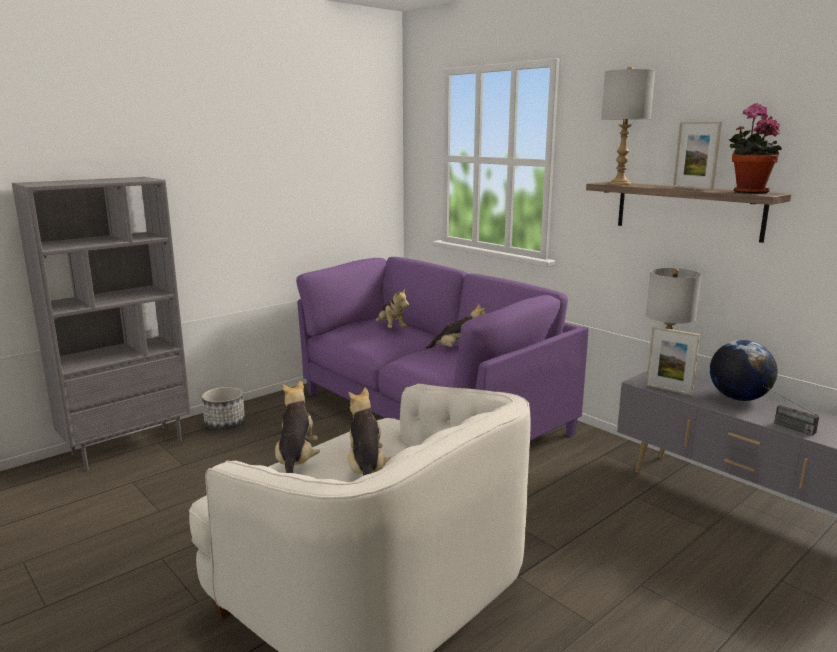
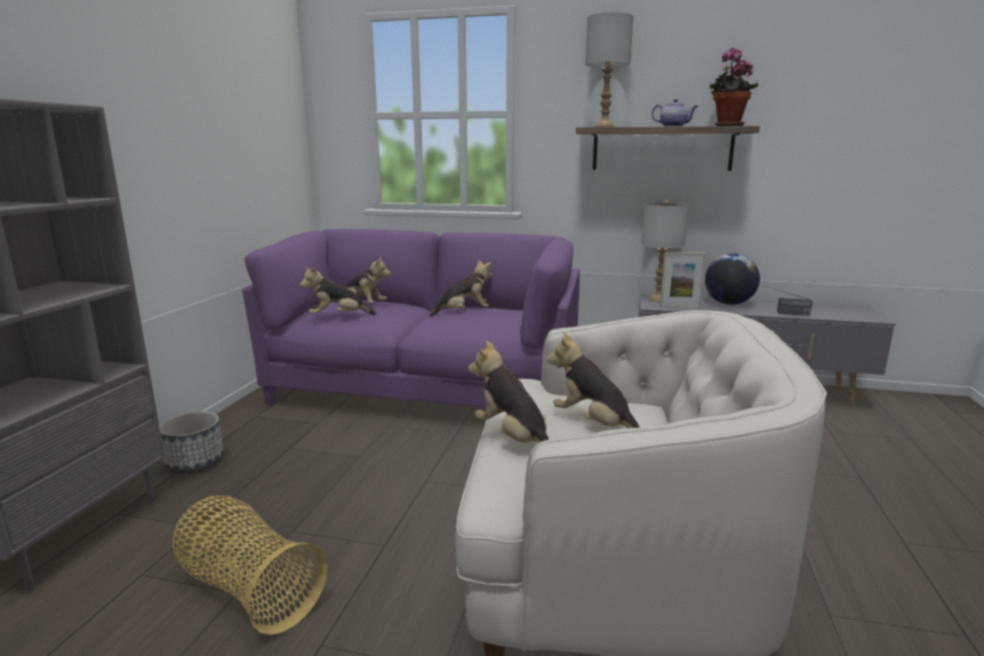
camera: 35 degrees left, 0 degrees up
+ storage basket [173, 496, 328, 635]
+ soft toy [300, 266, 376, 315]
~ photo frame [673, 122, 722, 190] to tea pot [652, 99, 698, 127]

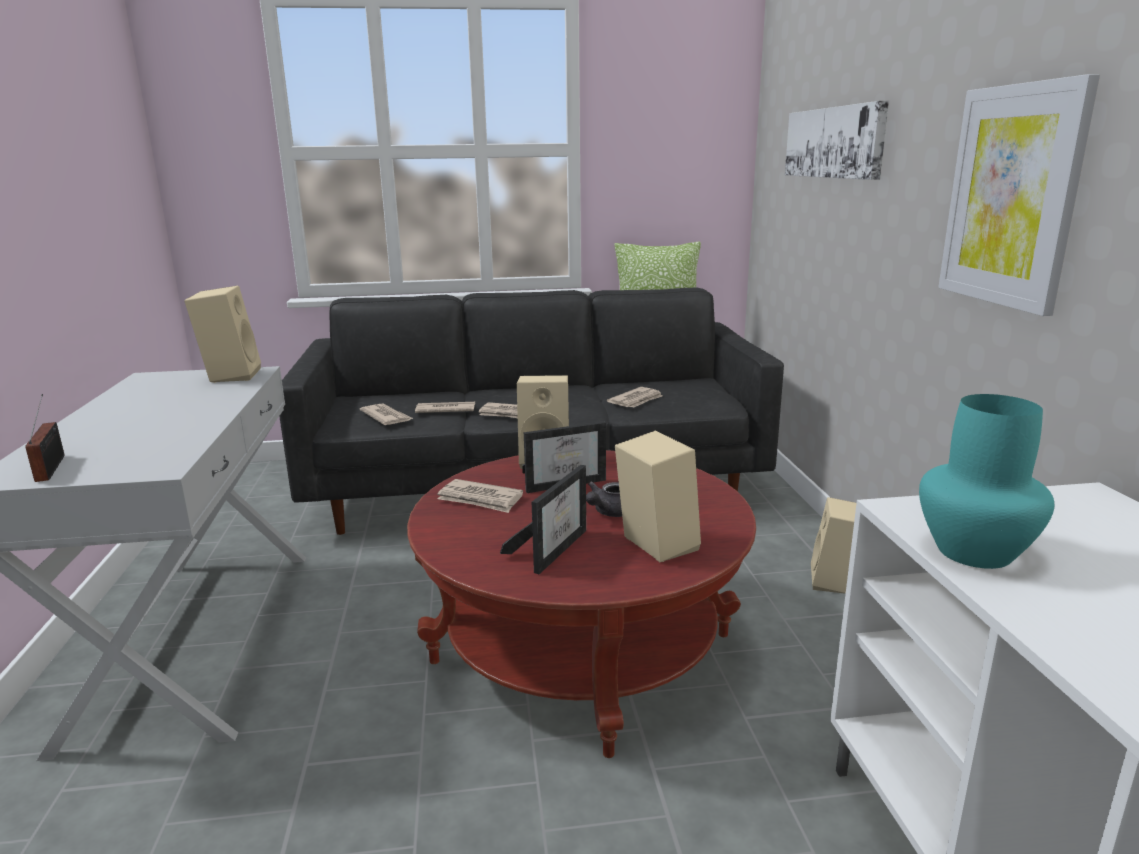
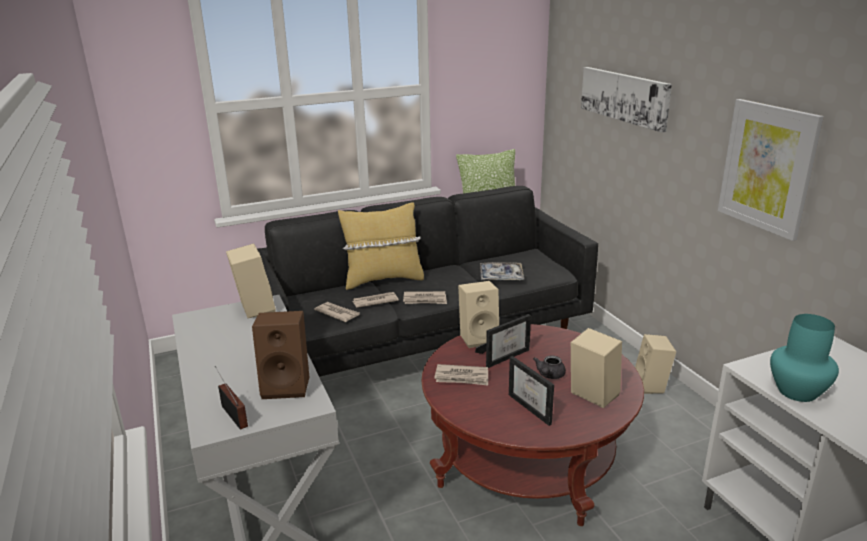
camera: 15 degrees left, 5 degrees up
+ brown-coloured audio speaker [252, 311, 309, 399]
+ yellowish cushion [338, 202, 424, 290]
~ newspaper [607, 387, 662, 407] to serving tray [480, 262, 524, 281]
~ photo frame [500, 465, 586, 574] = [509, 356, 554, 426] 135 degrees clockwise

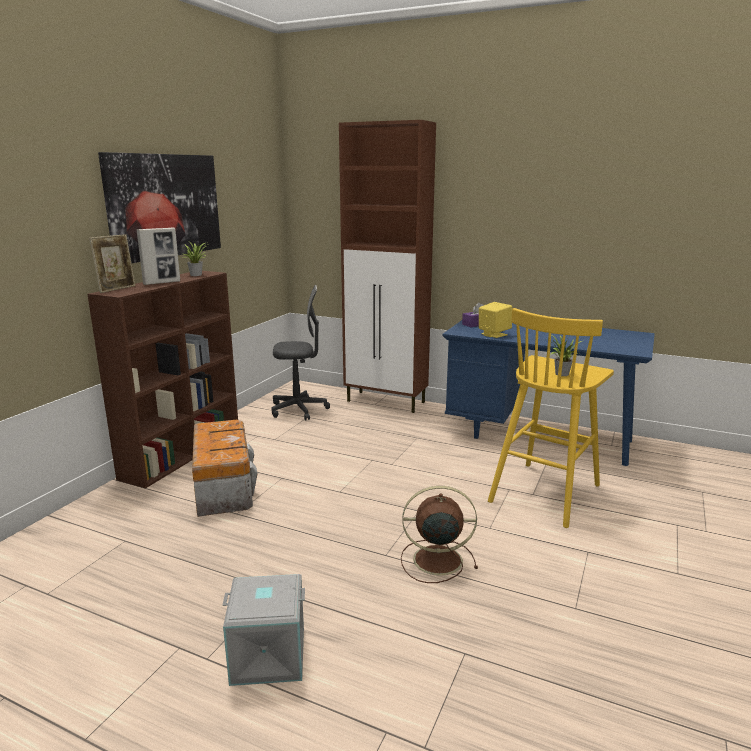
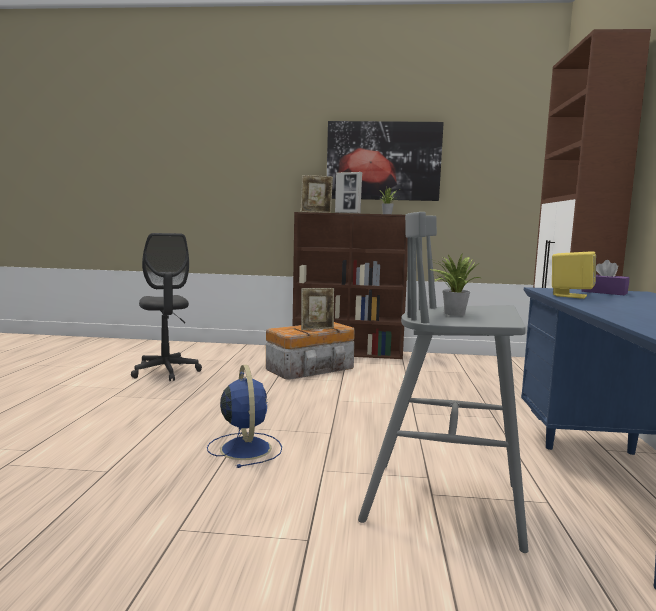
camera: 70 degrees right, 10 degrees down
~ gray office chair [272, 285, 330, 421] to [131, 233, 202, 381]
~ brown-coloured fan [401, 486, 478, 583] to blue-coloured fan [207, 365, 282, 468]
+ photo frame [301, 288, 334, 330]
~ yellowish stool [488, 308, 614, 528] to gray stool [358, 212, 528, 553]
- gray storage container [222, 574, 305, 686]

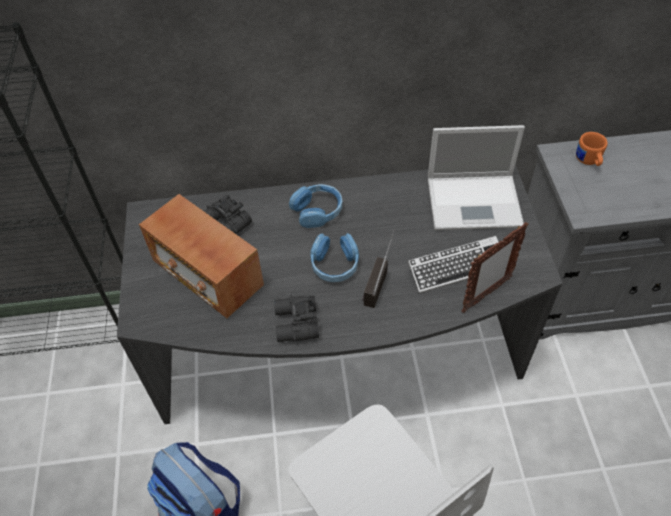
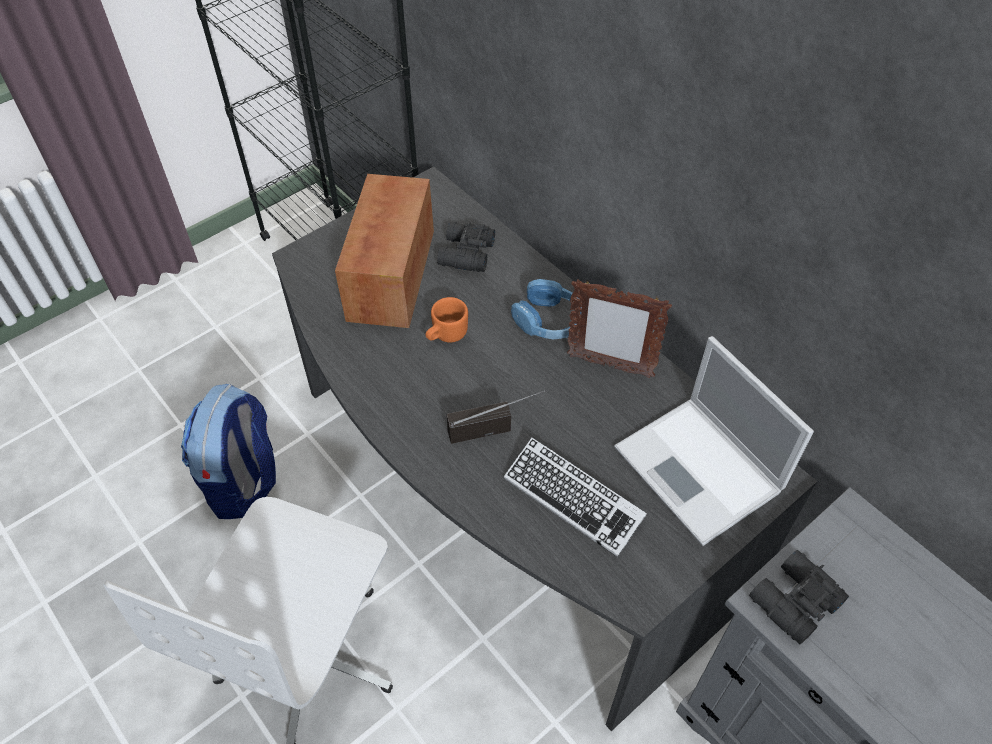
camera: 55 degrees right, 0 degrees up
~ orange mug [576, 132, 607, 166] to [425, 297, 468, 343]
~ photo frame [462, 222, 528, 313] to [567, 279, 672, 378]
~ blackish pair of binoculars [274, 294, 319, 342] to [749, 550, 849, 644]
- blue-coloured pair of headphones [310, 233, 359, 282]

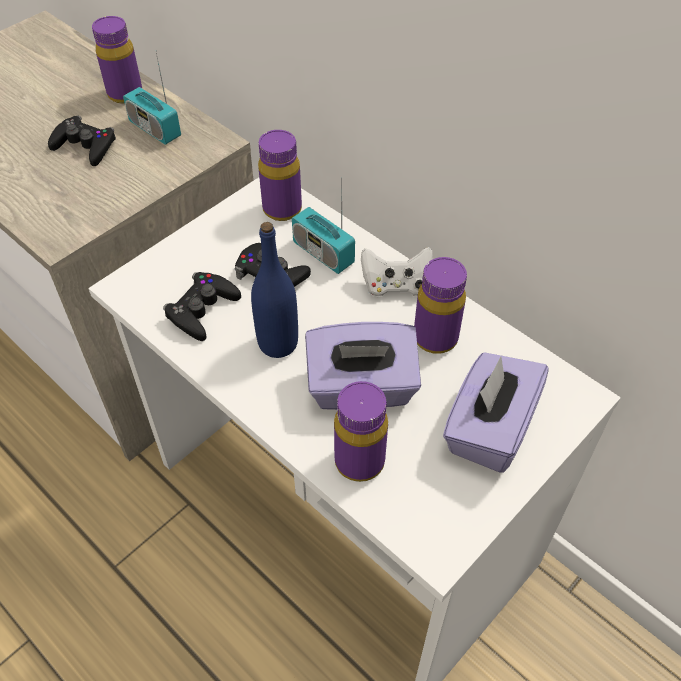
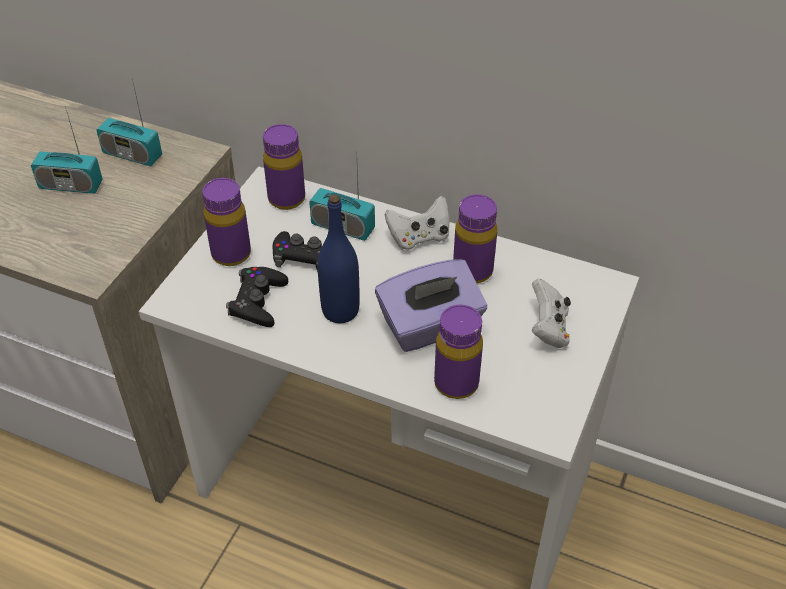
camera: 20 degrees left, 5 degrees down
~ blackish game controller [48, 115, 116, 166] to radio receiver [31, 106, 103, 194]
~ purplish bottle [92, 16, 142, 104] to [202, 178, 251, 266]
~ purplish tissue holder [443, 352, 549, 473] to white game controller [532, 279, 571, 348]

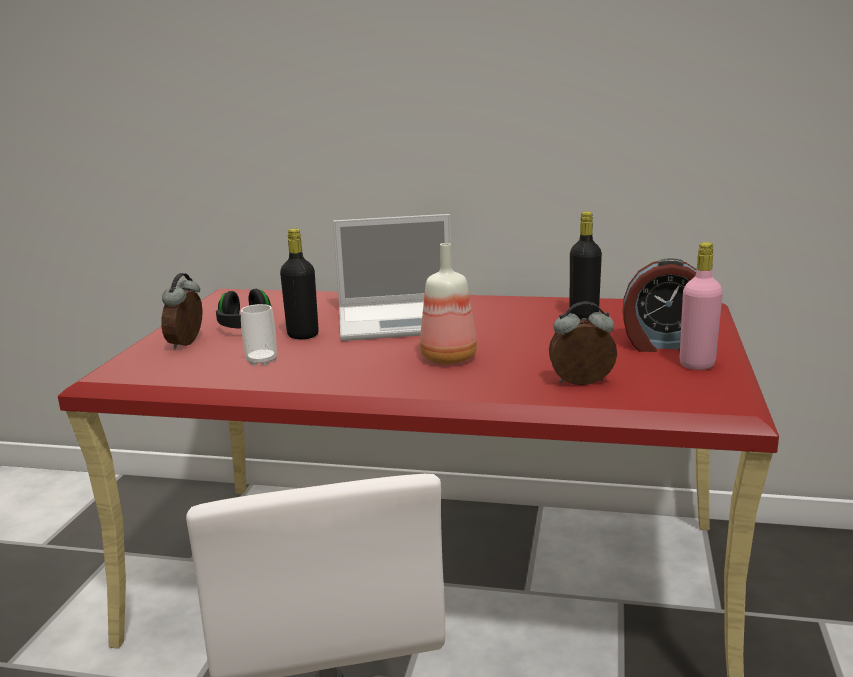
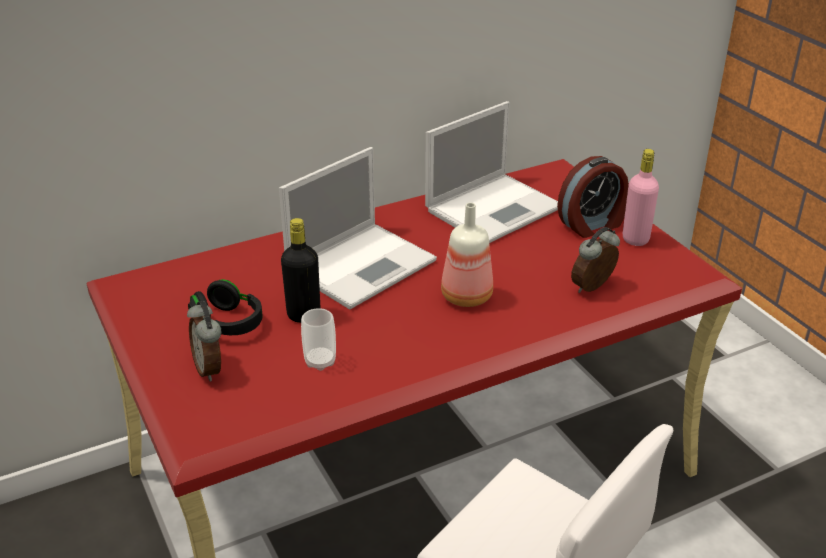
camera: 40 degrees left, 15 degrees up
~ blackish bottle [570, 211, 602, 319] to laptop [425, 101, 558, 243]

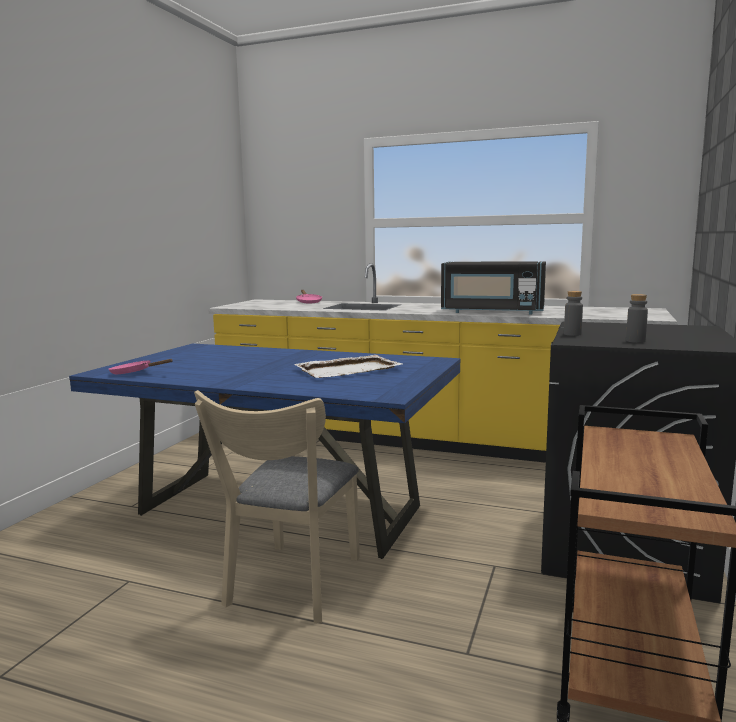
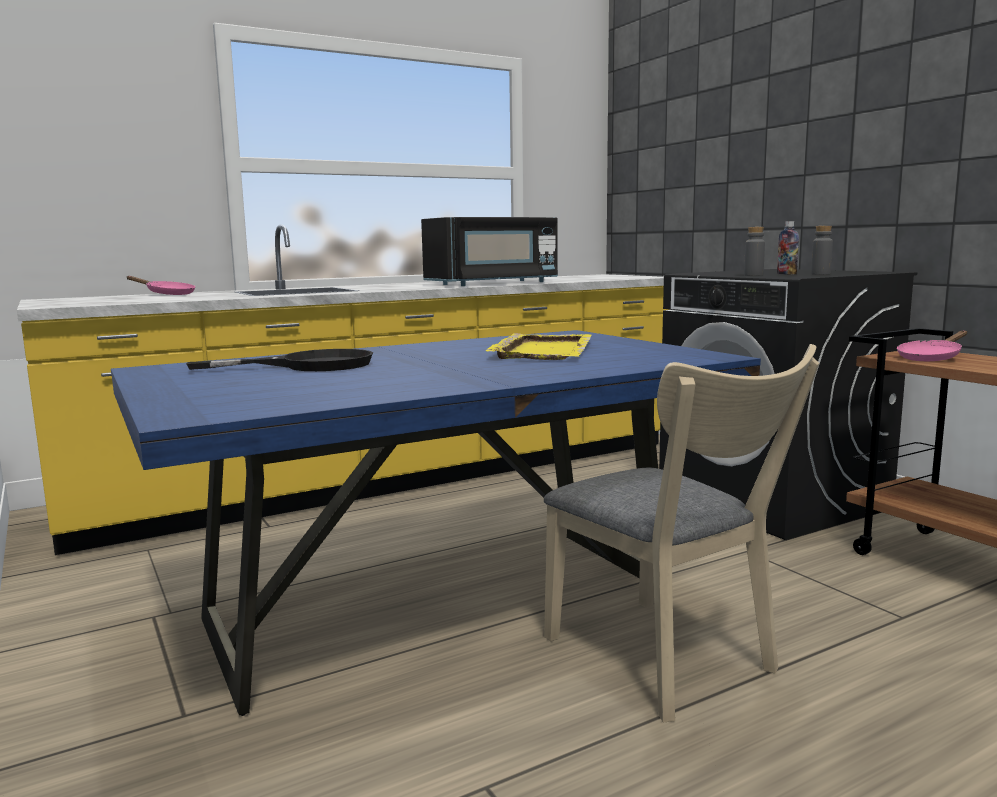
camera: 50 degrees left, 0 degrees up
+ blackish pan [186, 349, 373, 371]
~ white serving tray [294, 355, 403, 378] to yellowish serving tray [486, 333, 591, 360]
+ bottle [777, 221, 799, 275]
~ pinkish pan [109, 359, 173, 374] to [897, 331, 967, 361]

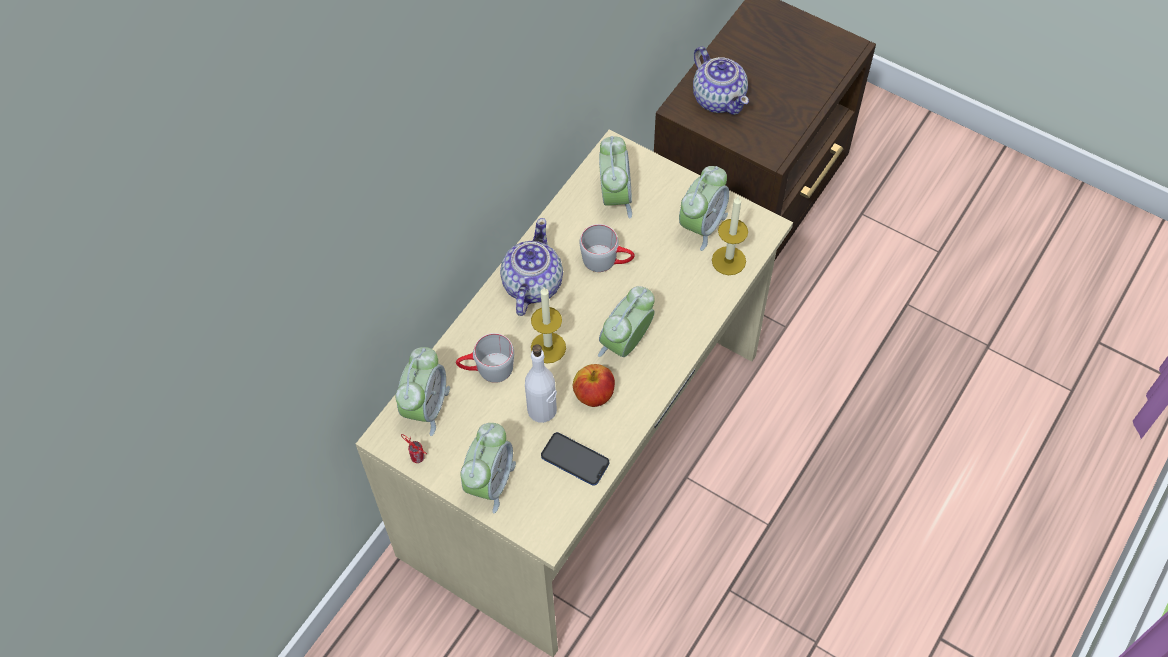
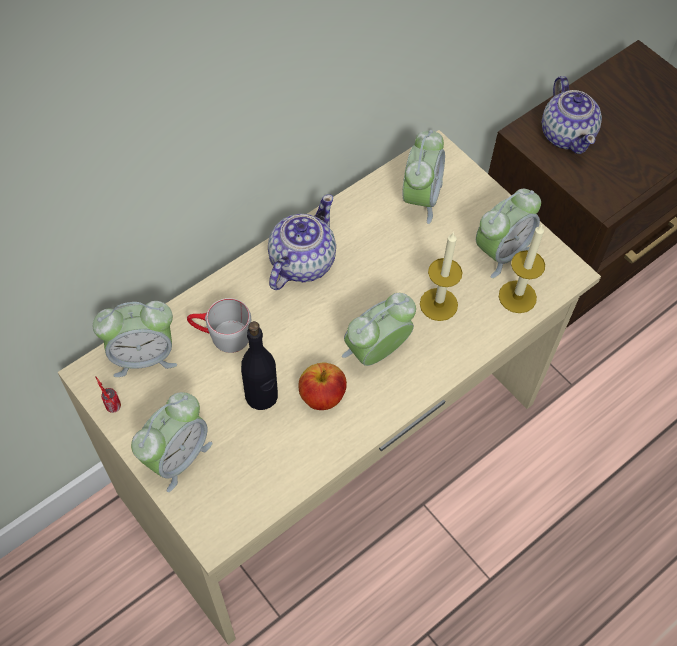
camera: 15 degrees right, 0 degrees up
~ alarm clock [396, 347, 450, 436] = [93, 301, 177, 377] 45 degrees clockwise
~ white bottle [525, 344, 557, 423] to blackish bottle [241, 321, 278, 410]
~ candle [531, 287, 566, 363] to [420, 232, 463, 321]
- phone [541, 432, 609, 486]
- gray mug [579, 224, 635, 272]

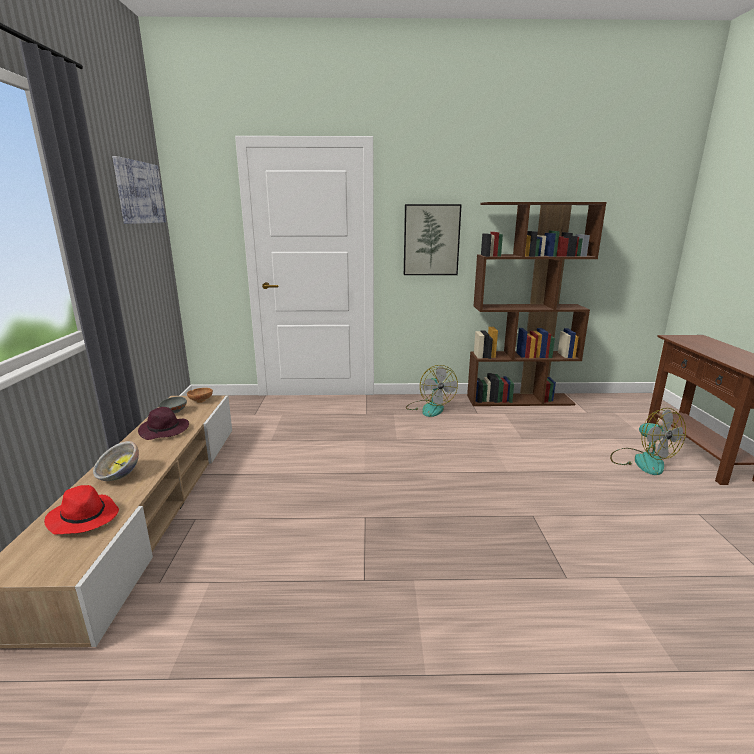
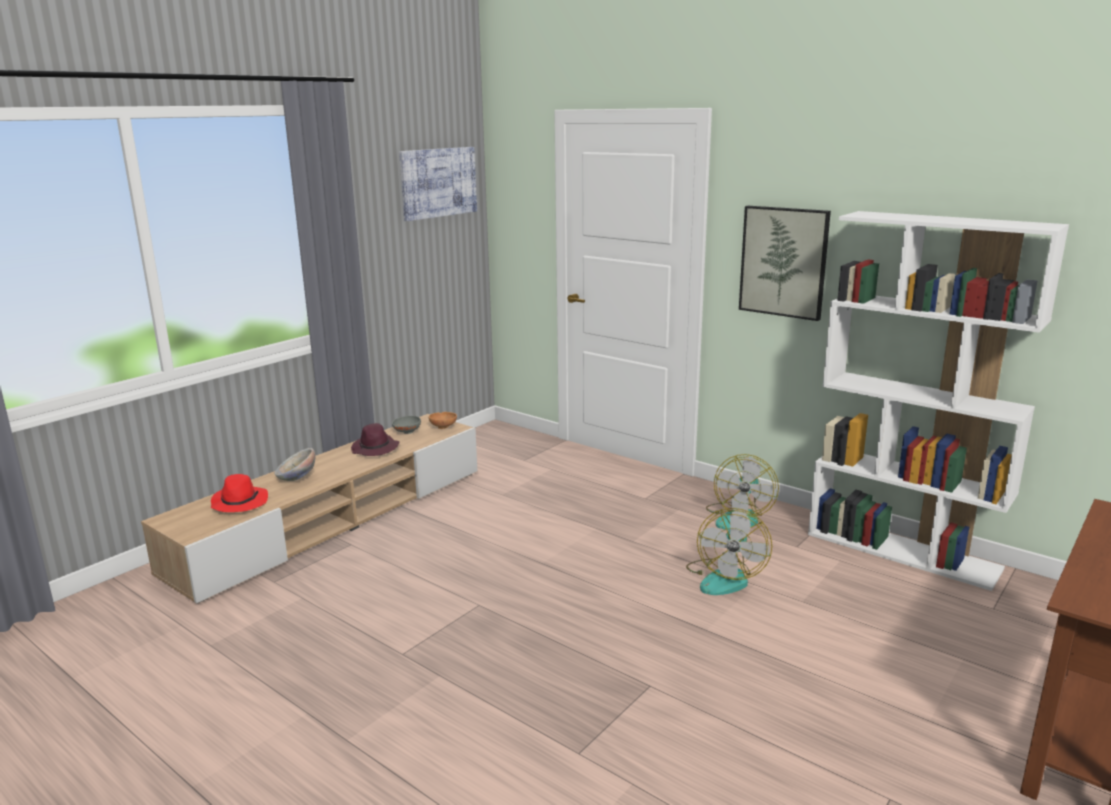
camera: 40 degrees right, 0 degrees up
~ fan [610, 408, 686, 475] to [686, 508, 772, 595]
~ brown-coloured bookshelf [467, 202, 607, 406] to white bookshelf [808, 211, 1069, 591]

